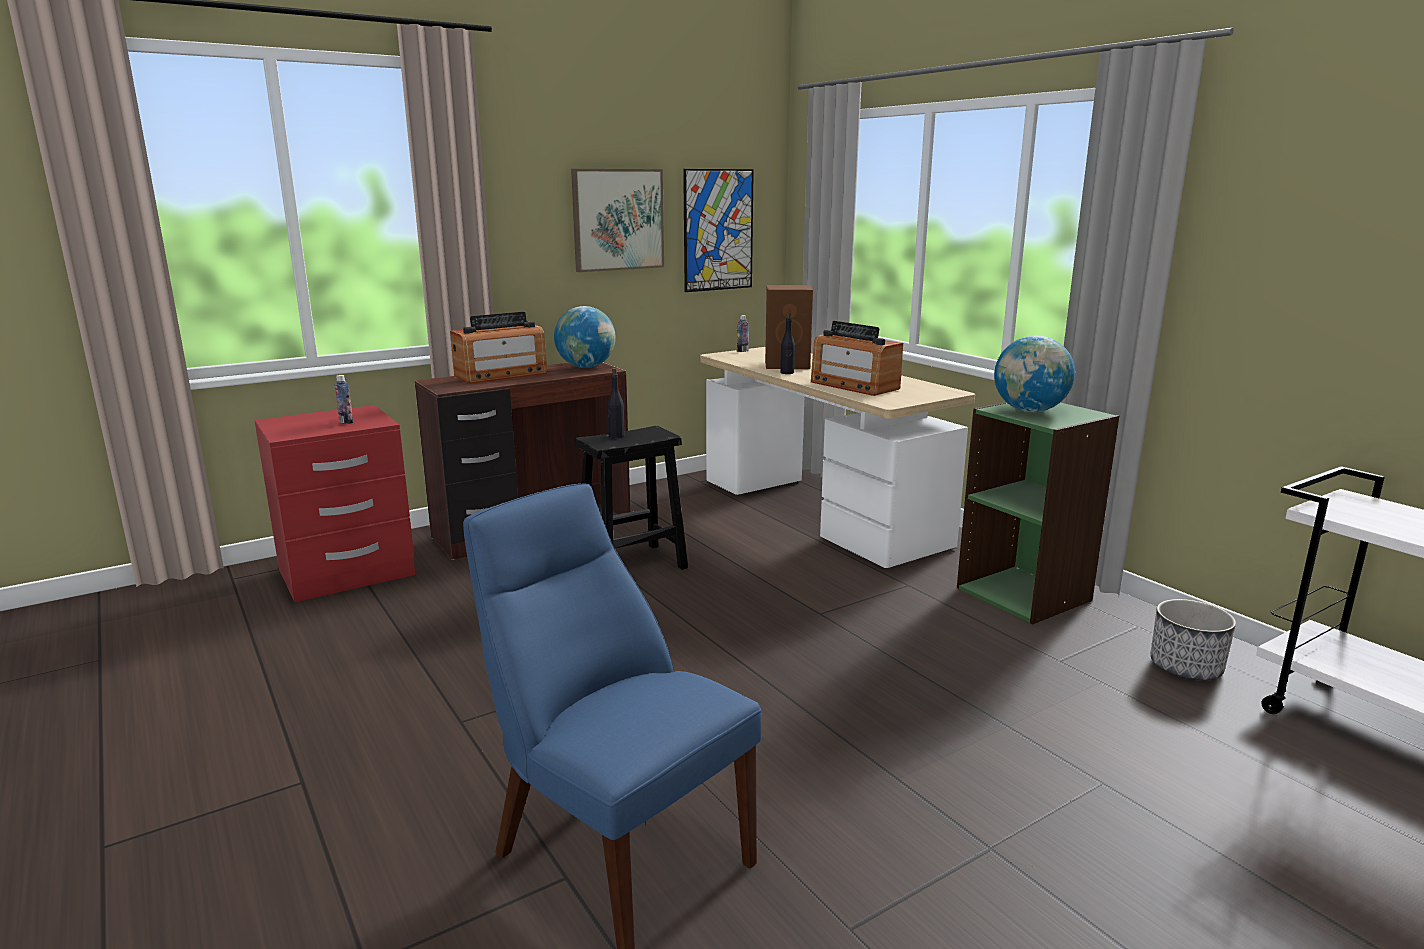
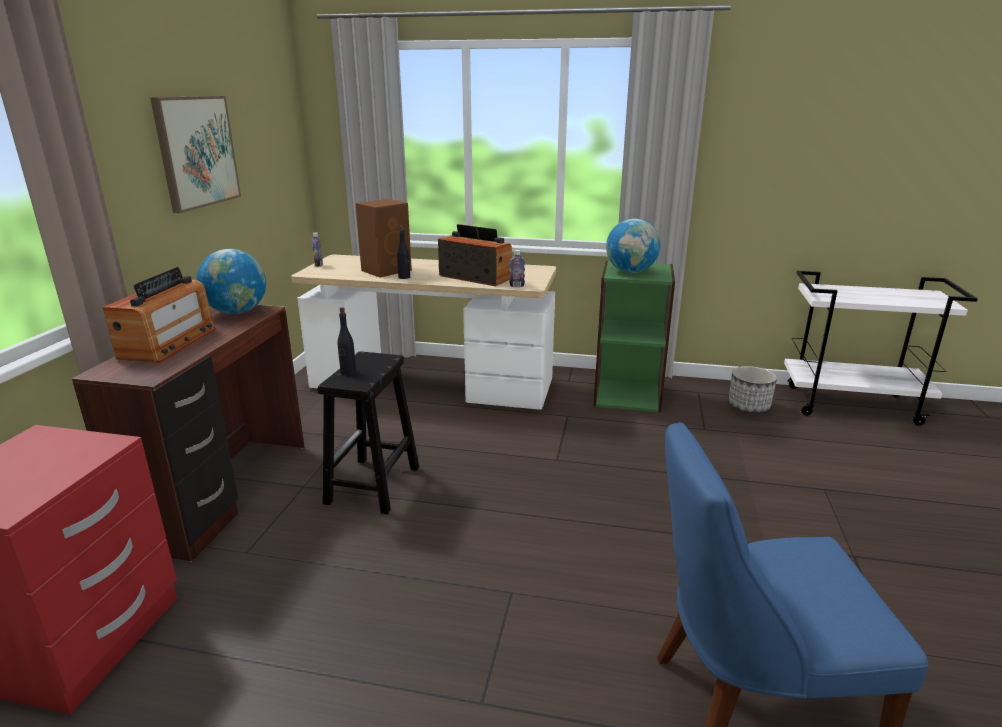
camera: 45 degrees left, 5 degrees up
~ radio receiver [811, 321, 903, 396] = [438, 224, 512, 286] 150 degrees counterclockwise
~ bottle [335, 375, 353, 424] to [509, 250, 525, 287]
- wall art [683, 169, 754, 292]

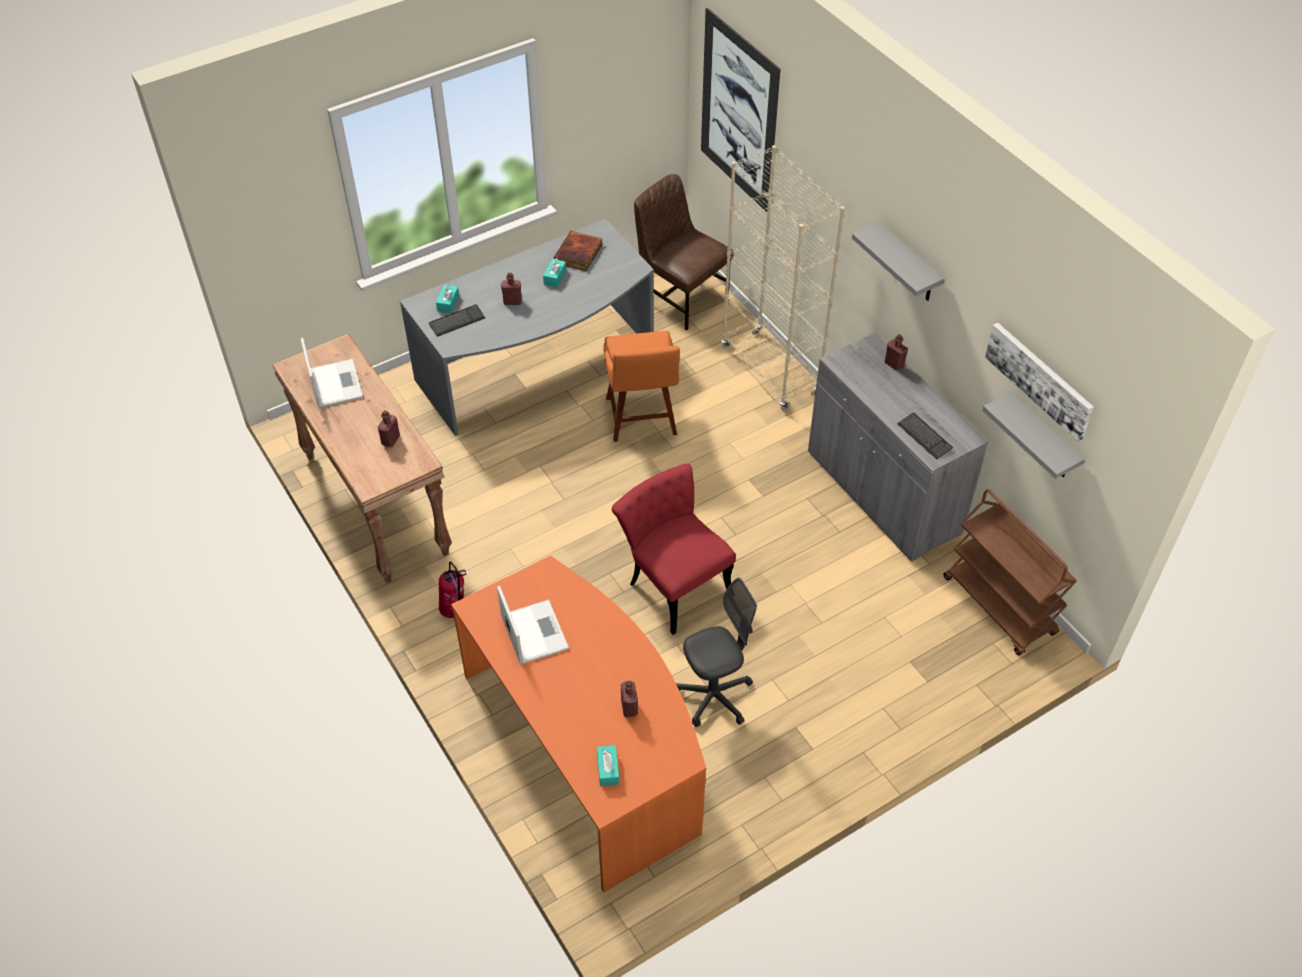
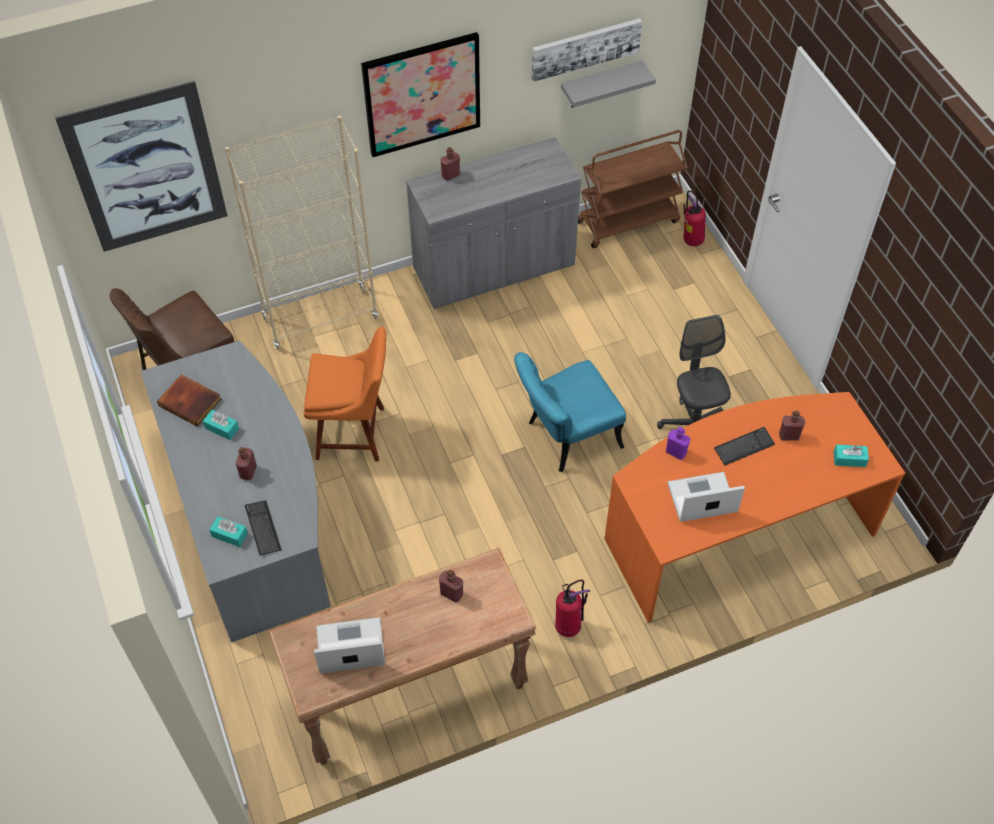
camera: 80 degrees left, 5 degrees up
~ gray bracket shelf [852, 222, 945, 301] to wall art [361, 32, 480, 157]
~ red-coloured plain chair [612, 464, 736, 635] to turquoise plain chair [514, 352, 626, 472]
+ purplish bottle [666, 427, 690, 460]
+ fire-fighting cylinder [683, 191, 706, 246]
~ computer keyboard [897, 413, 953, 459] to [714, 427, 775, 466]

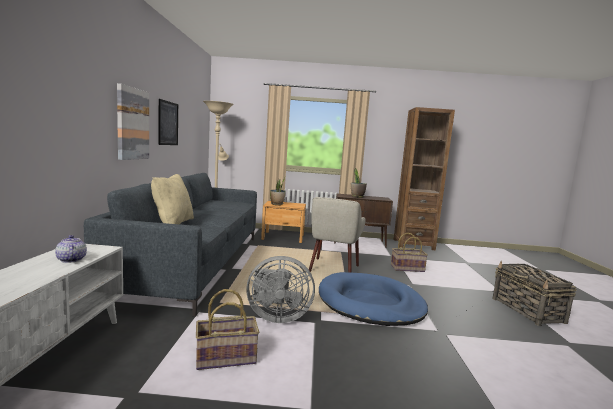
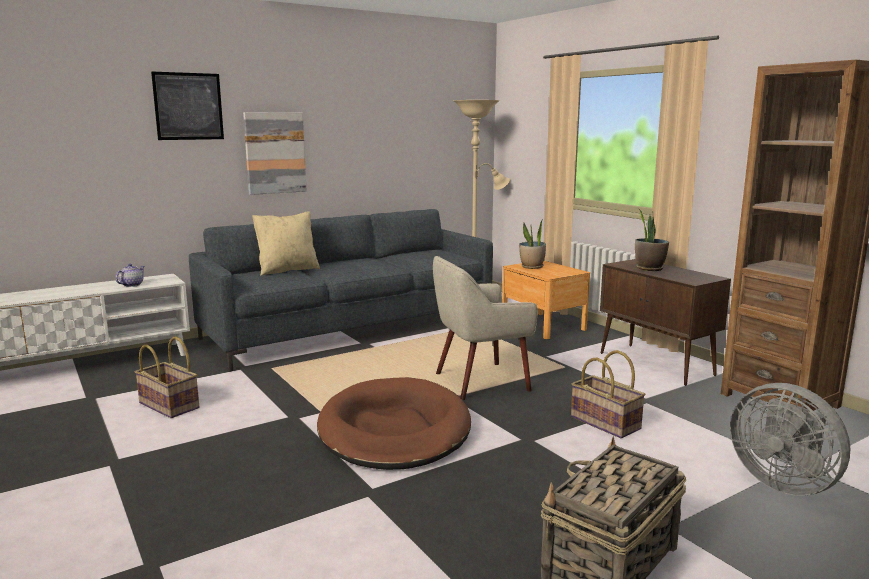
camera: 55 degrees right, 5 degrees up
~ wall art [158, 99, 178, 145] to [151, 72, 224, 140]
~ blue-coloured dog bed [319, 272, 428, 326] to brown-coloured dog bed [317, 377, 471, 470]
~ gray fan [246, 256, 315, 323] to [730, 383, 850, 496]

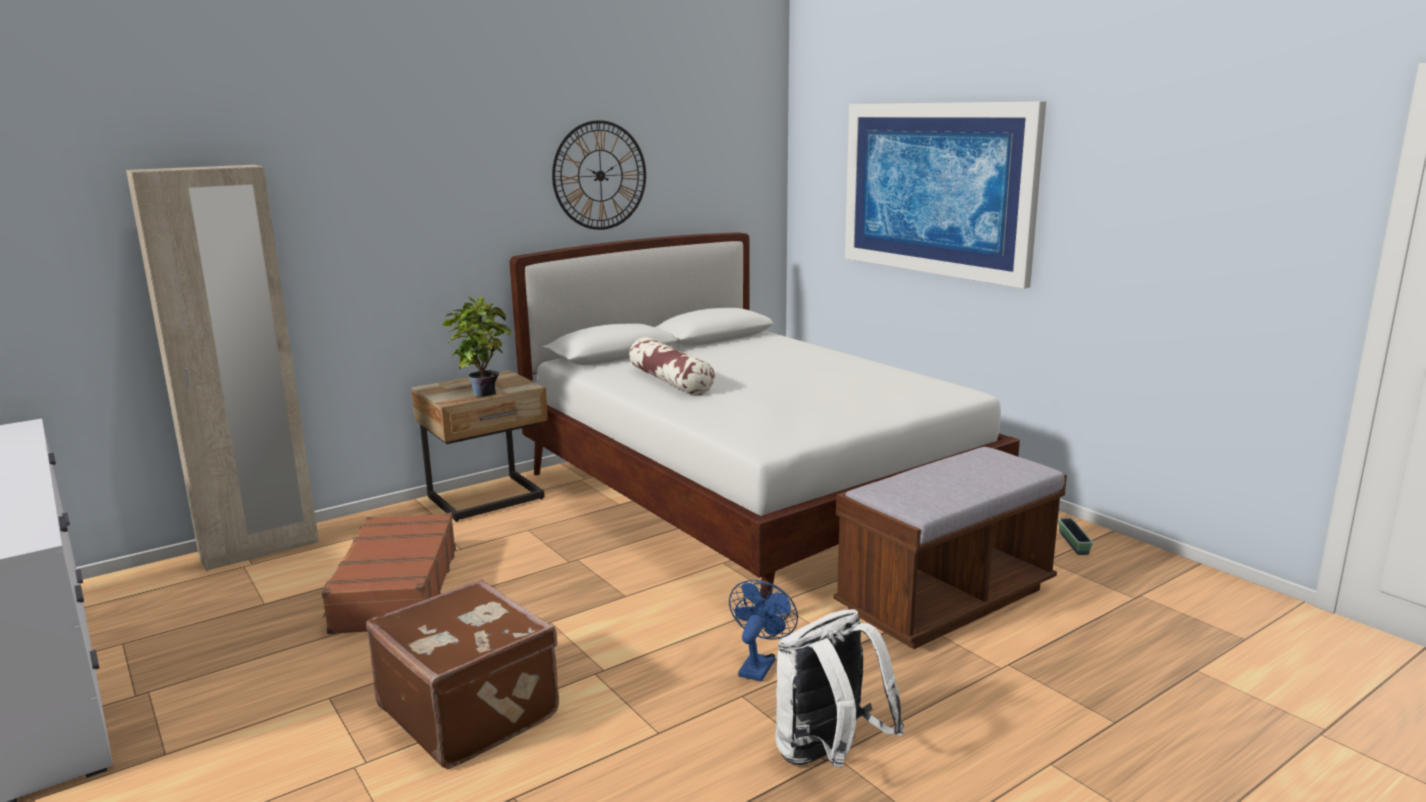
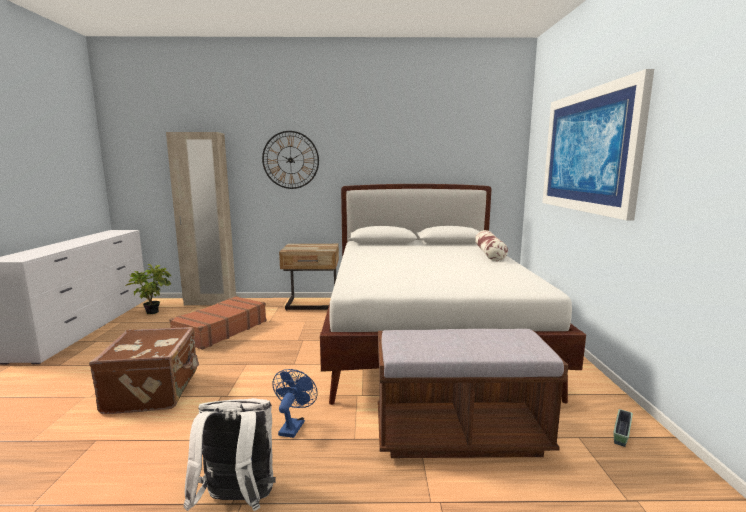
camera: 35 degrees right, 5 degrees down
~ houseplant [442, 296, 512, 397] to [125, 264, 171, 314]
~ clock on the wall [552, 120, 646, 230] to [262, 131, 319, 189]
~ blue-coloured fan [729, 580, 798, 681] = [272, 369, 318, 438] 45 degrees counterclockwise
~ cushion [629, 337, 715, 396] to [475, 230, 508, 261]

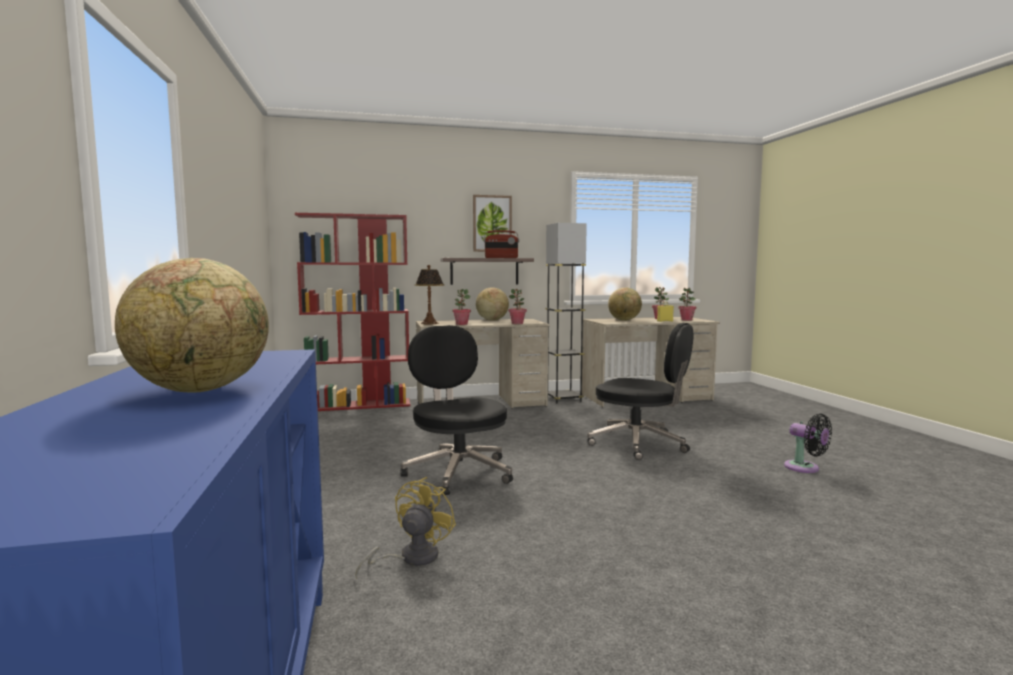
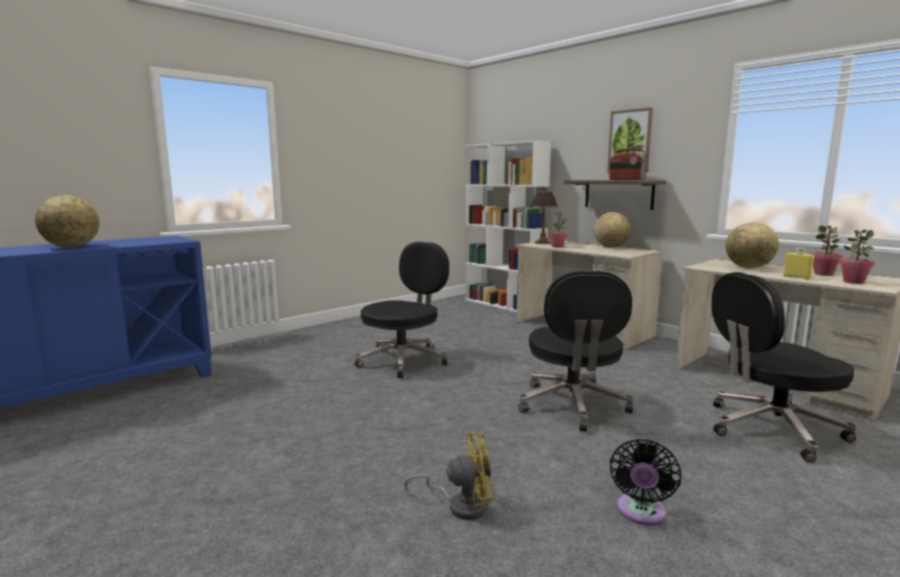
camera: 60 degrees right, 5 degrees up
~ yellowish fan [355, 477, 456, 578] to [405, 431, 496, 520]
~ red-coloured bookshelf [295, 213, 411, 411] to white bookshelf [465, 140, 551, 313]
+ blackish office chair [712, 272, 856, 463]
- houseplant [508, 289, 527, 324]
- gray standard lamp [546, 223, 587, 404]

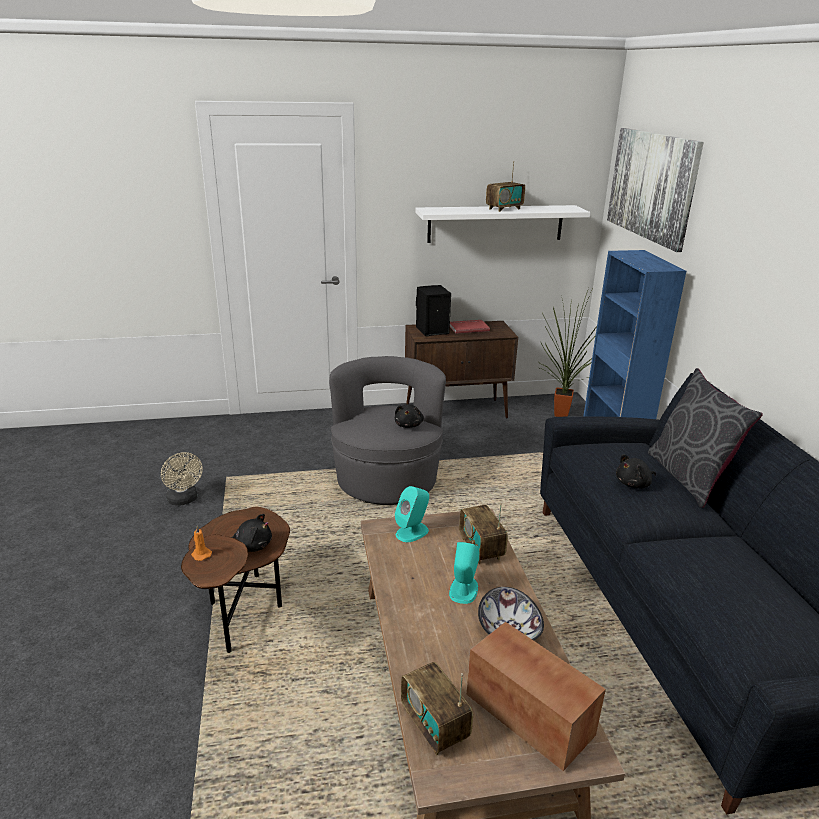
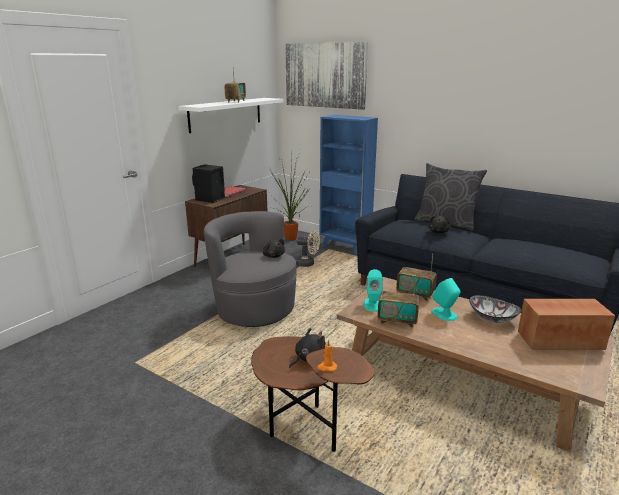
camera: 45 degrees left, 5 degrees down
~ sand-coloured fan [161, 452, 203, 505] to [296, 230, 320, 267]
~ radio receiver [401, 662, 473, 755] to [378, 275, 419, 328]

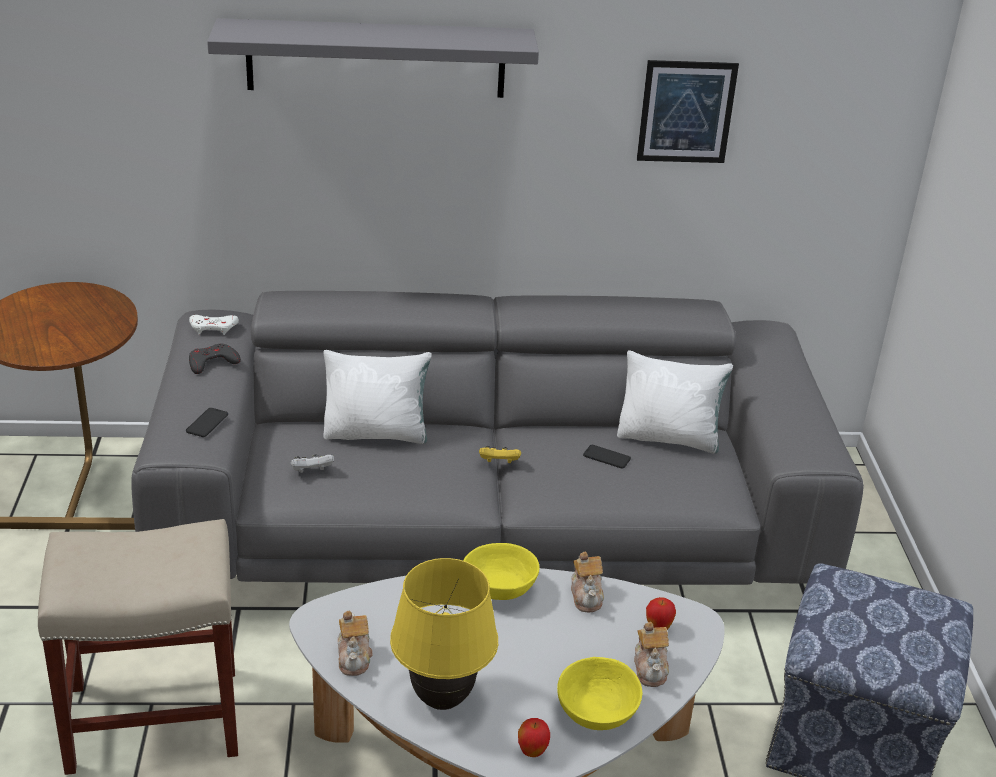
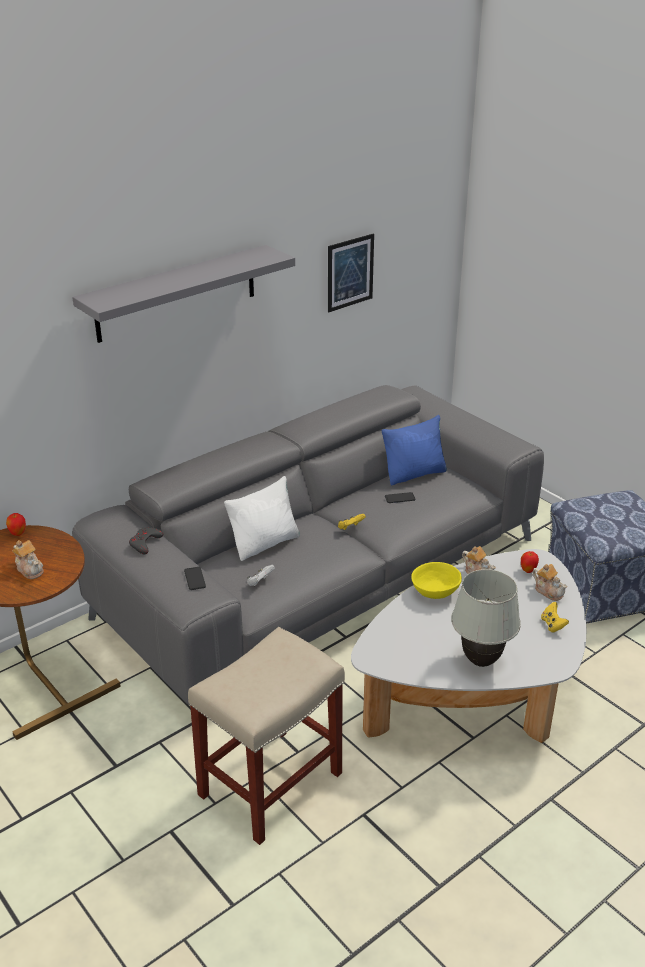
camera: 35 degrees left, 0 degrees up
~ apple fruit [518, 718, 550, 757] to [6, 513, 26, 536]
~ tea pot [338, 611, 372, 676] to [12, 540, 44, 579]
~ white cushion [617, 351, 733, 454] to blue-coloured cushion [382, 415, 447, 485]
~ yellowish table lamp [390, 558, 498, 710] to white table lamp [451, 569, 521, 667]
~ yellowish serving bowl [557, 657, 642, 730] to yellowish game controller [541, 602, 569, 632]
- white game controller [189, 315, 239, 335]

